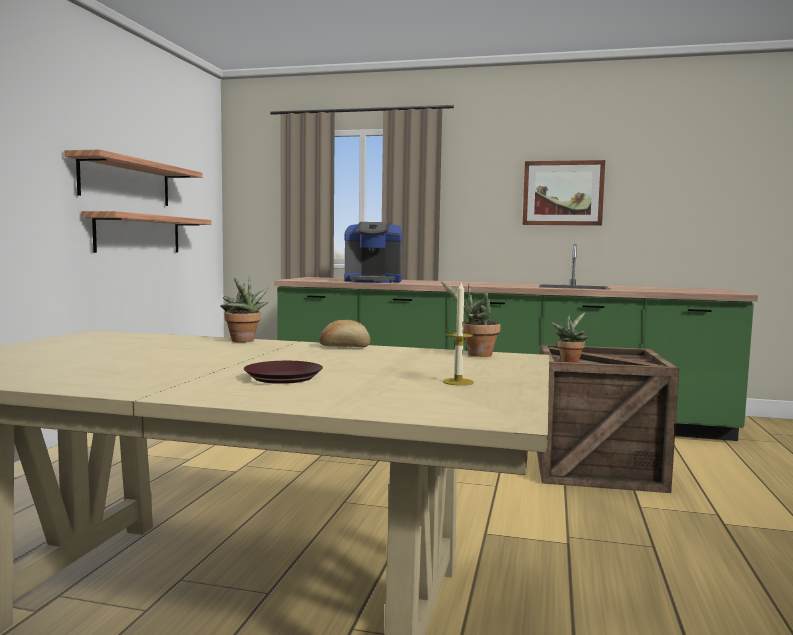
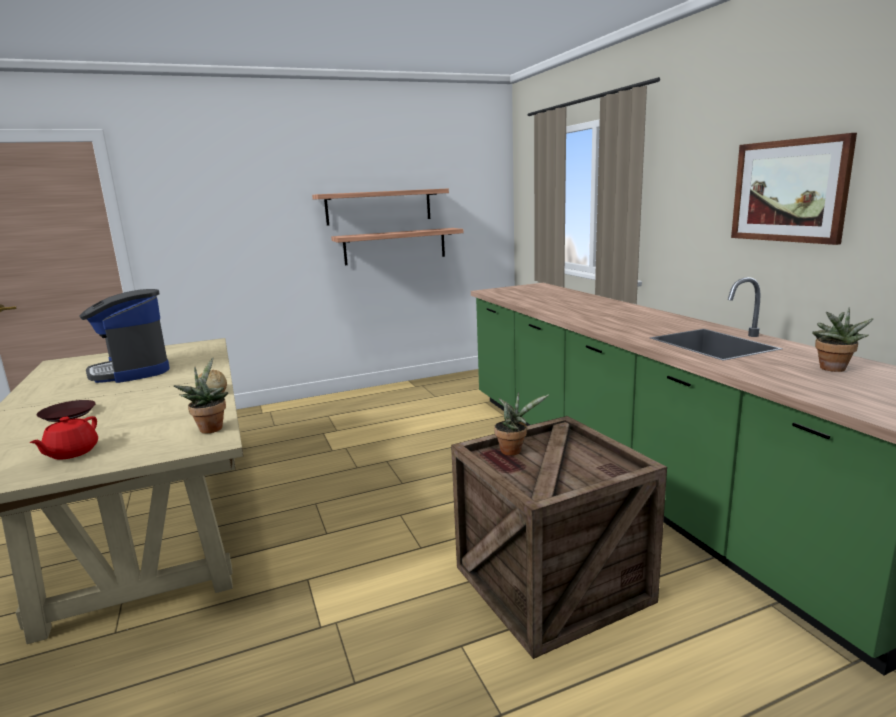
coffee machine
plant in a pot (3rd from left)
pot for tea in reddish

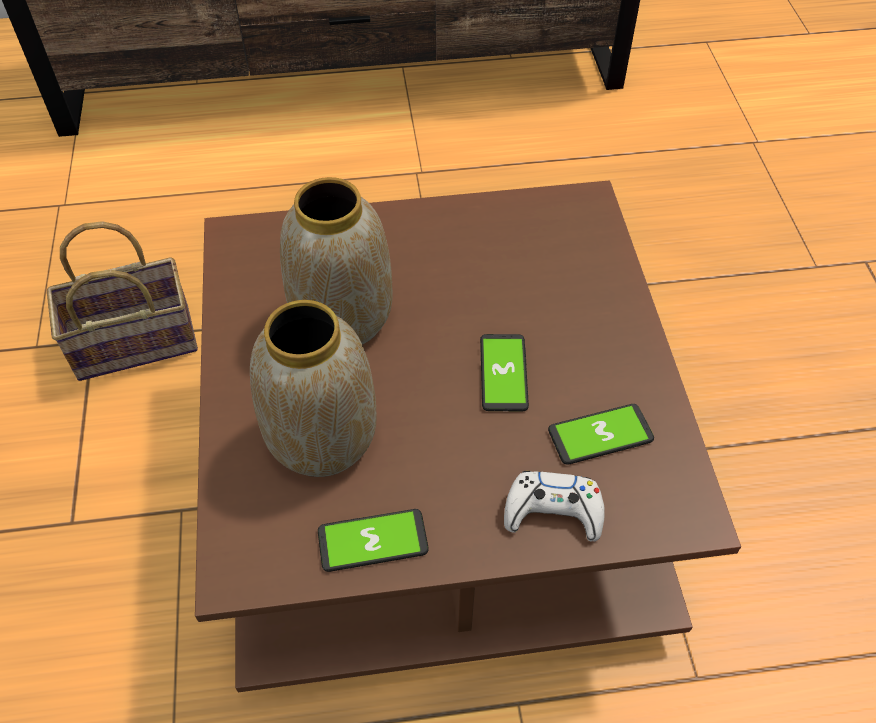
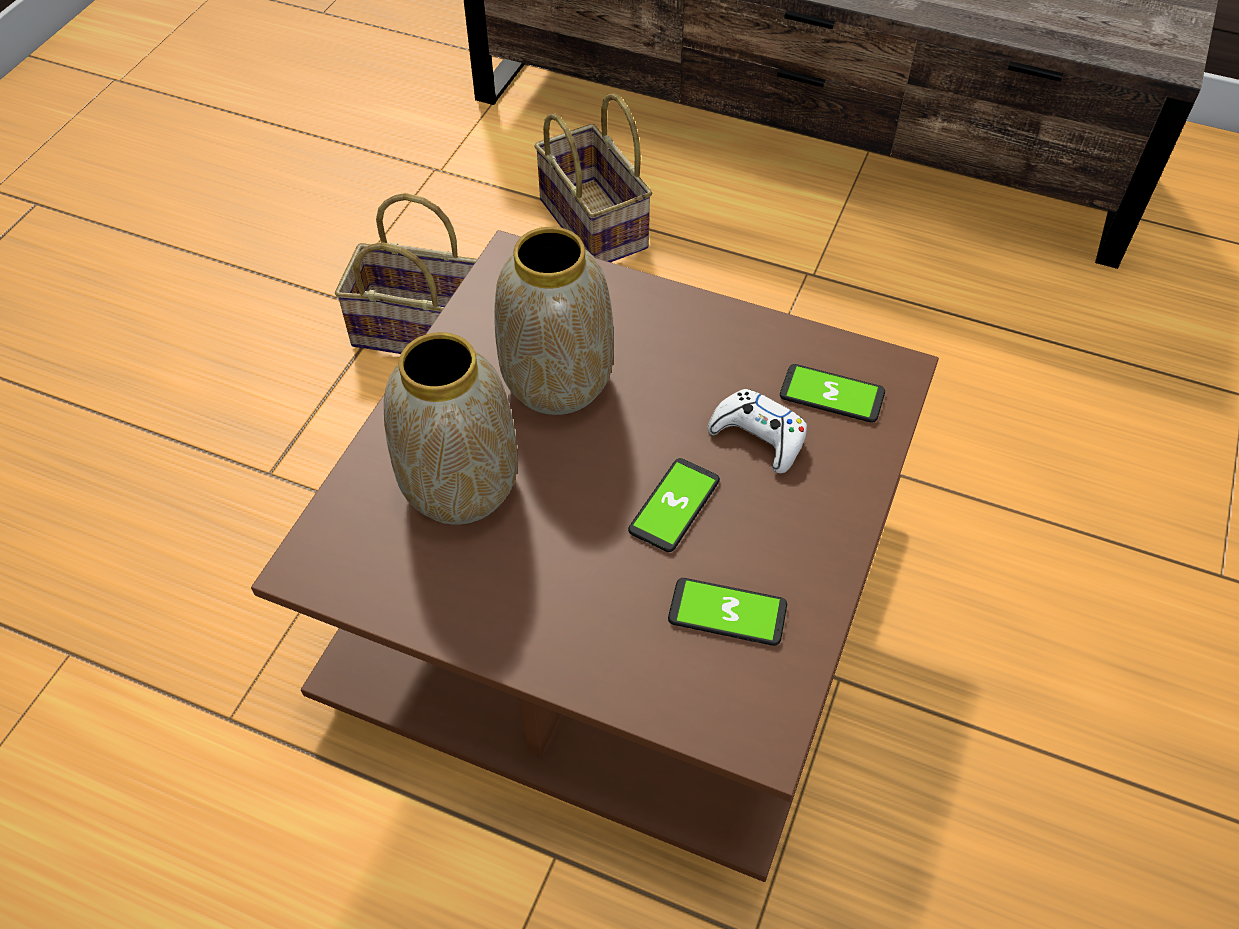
gamepad in white-coloured
telephone (3rd from left)
storage basket (2nd from left)

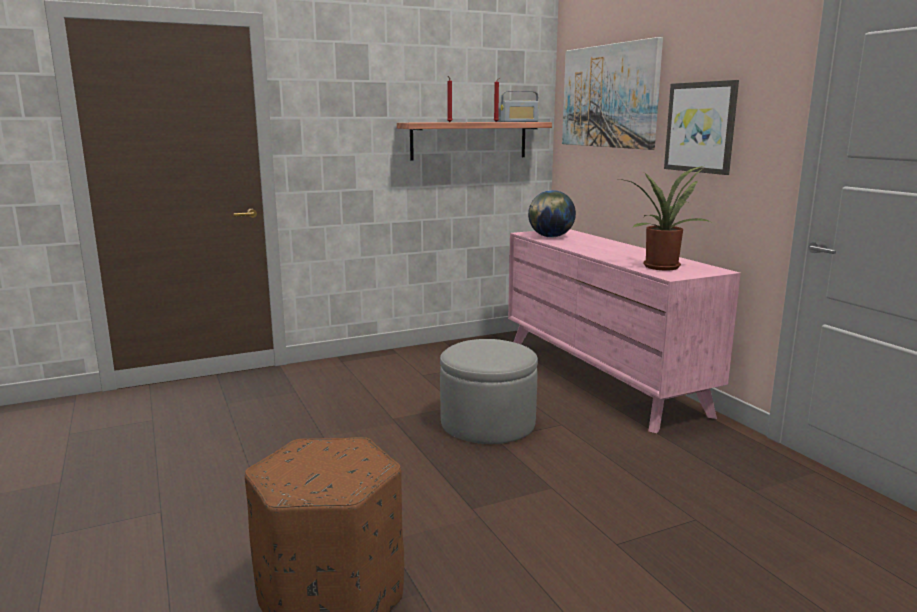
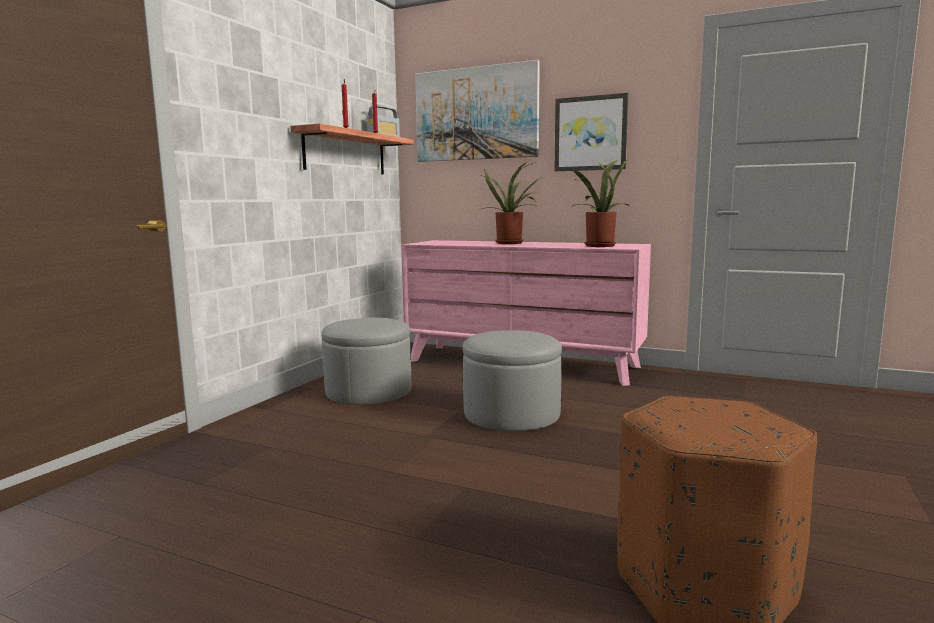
desk globe
plant in a pot (1st from left)
pouffe in greyish (1st from left)

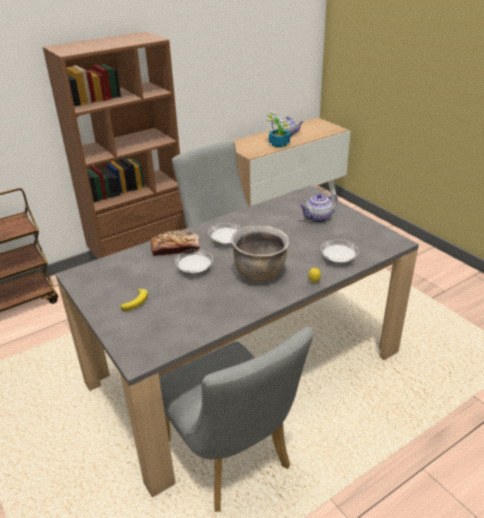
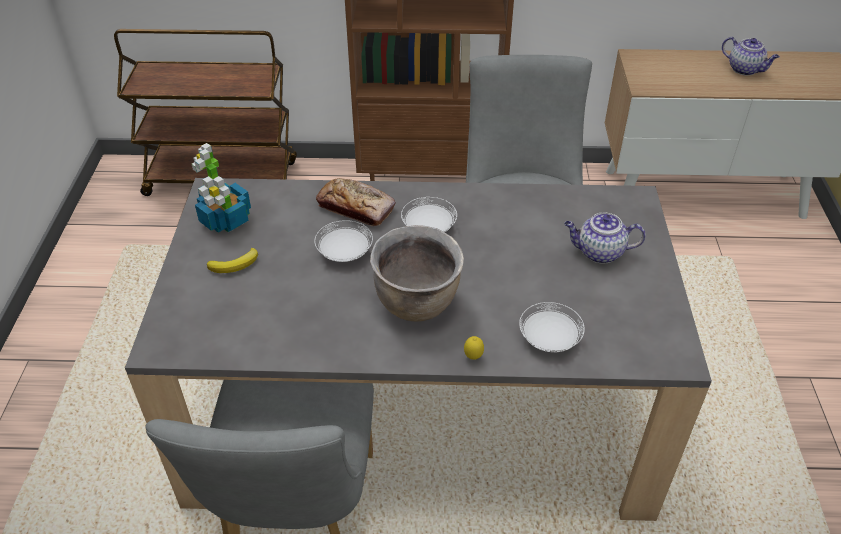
plant in a pot

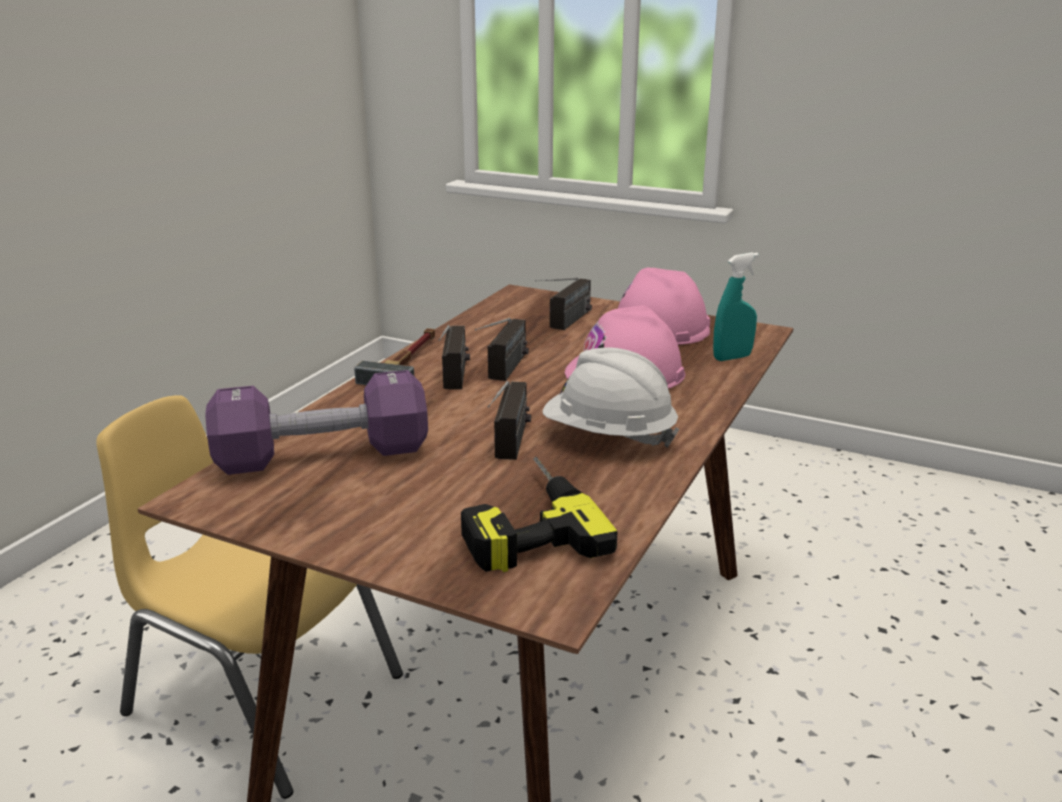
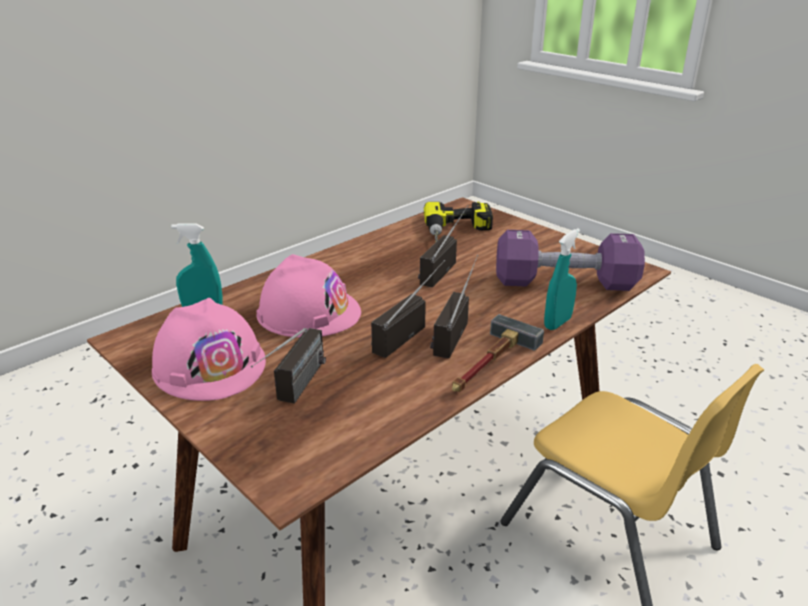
radio receiver (1st from left)
work helmet in white-coloured
sprayer in turquoise-coloured (2nd from left)

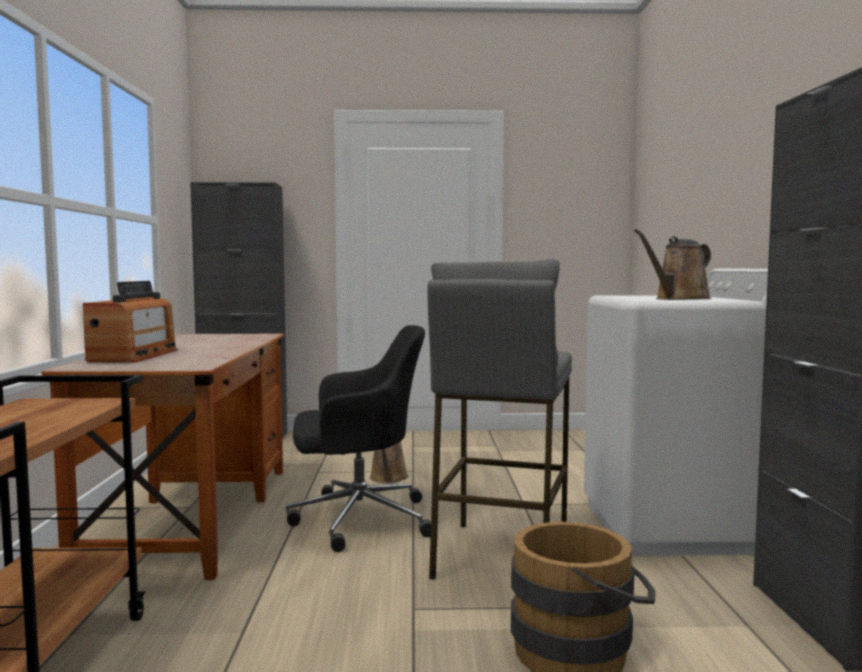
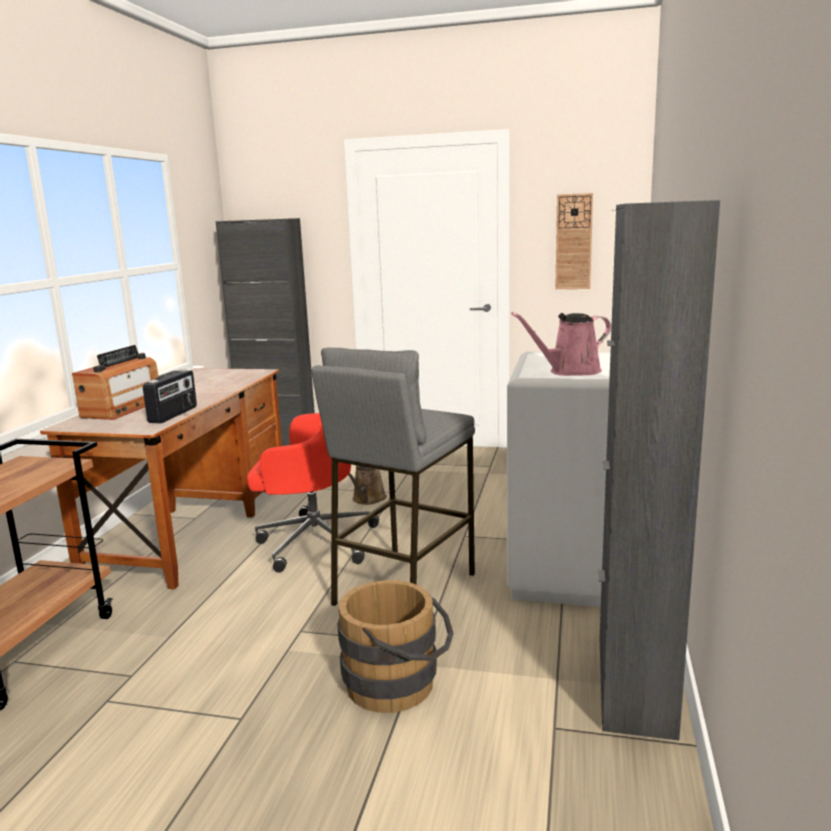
watering pot in pink
desk chair in reddish
wall clock
radio receiver (2nd from left)

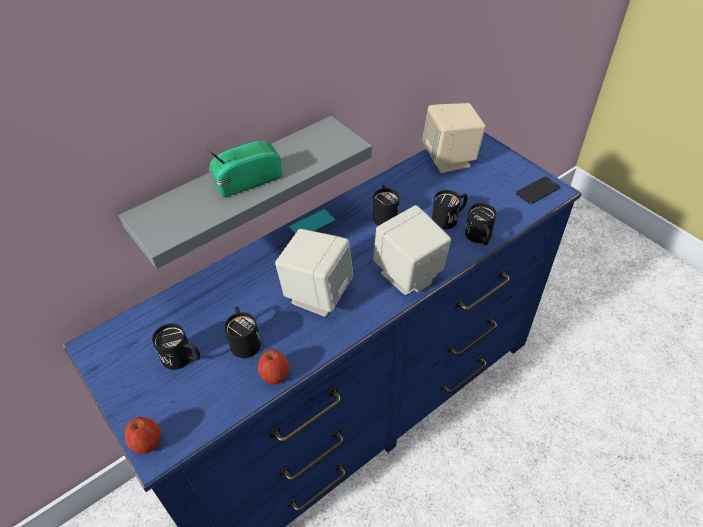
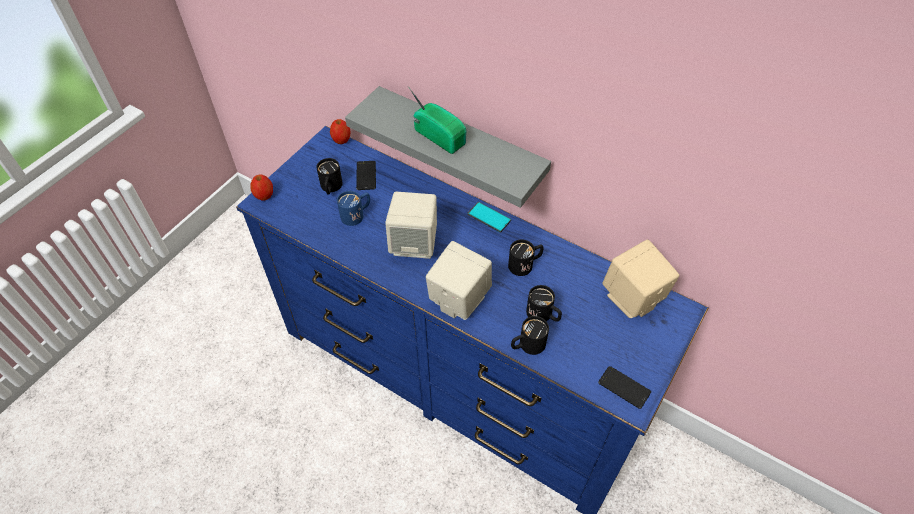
coffee mug in bluish
apple fruit (2nd from left)
telephone (1st from left)

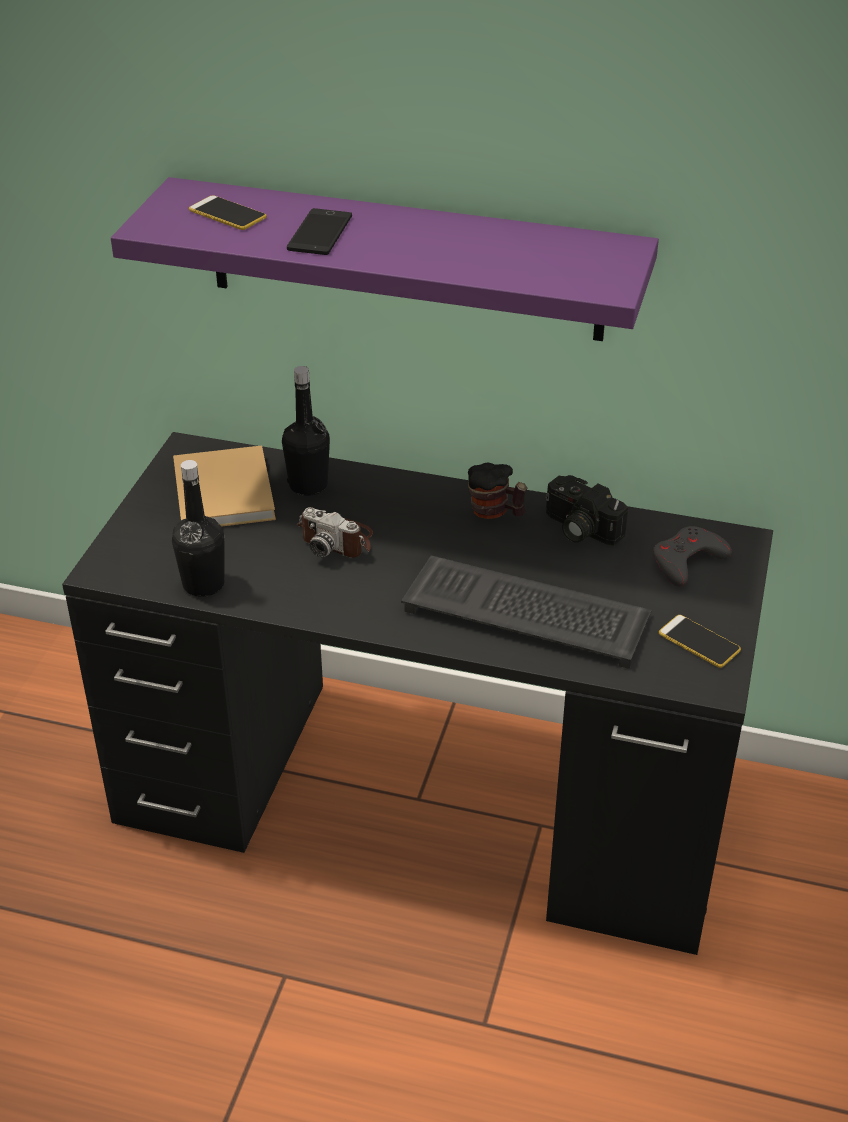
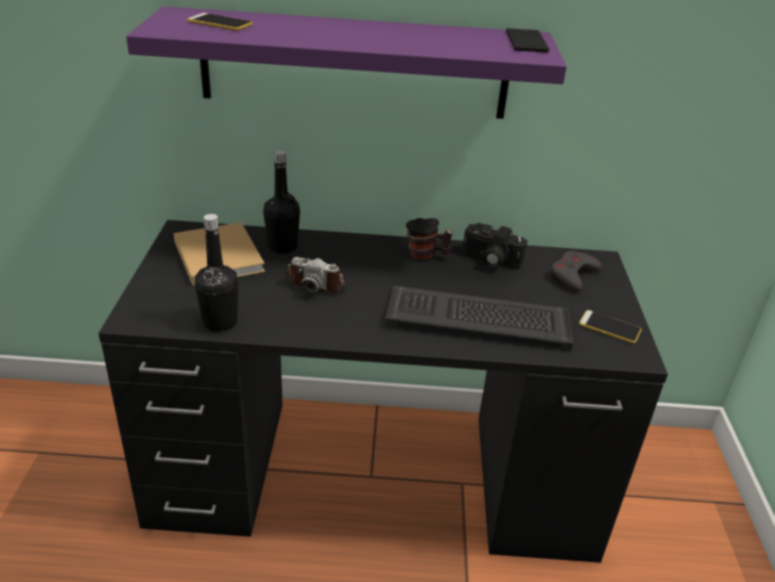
telephone (2nd from left)

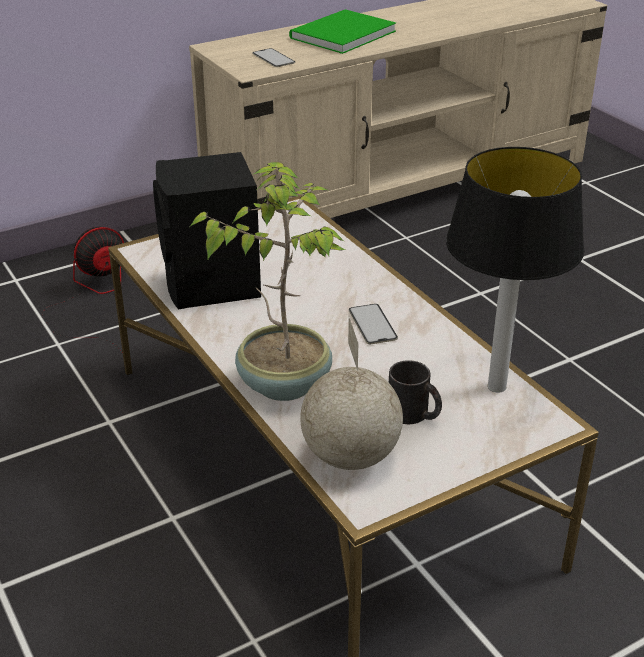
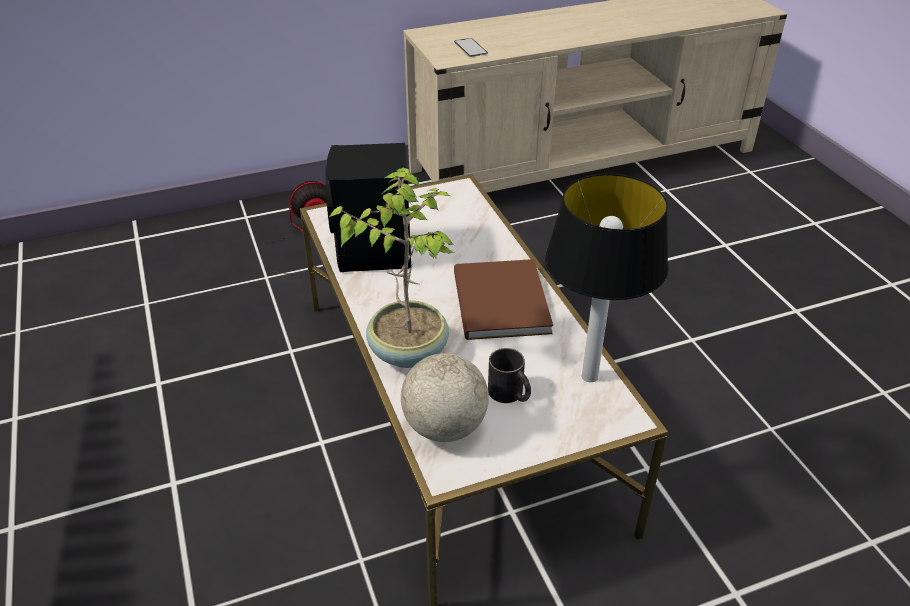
book in green-coloured
book in brown-coloured

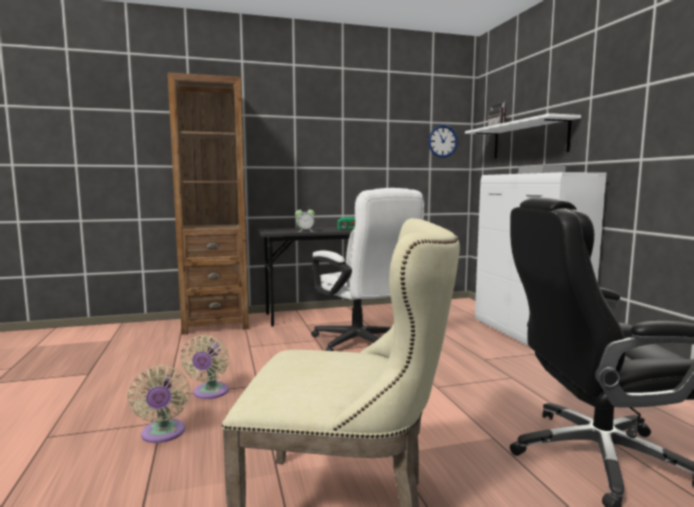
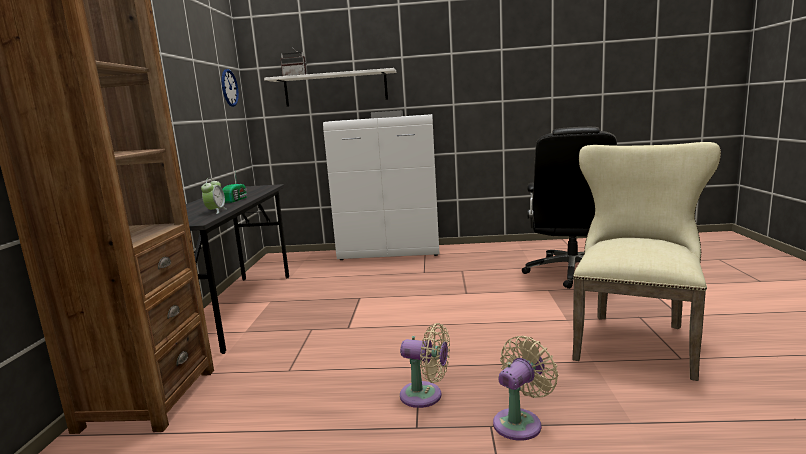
desk chair in white-coloured
fan in beige-coloured (2nd from left)

